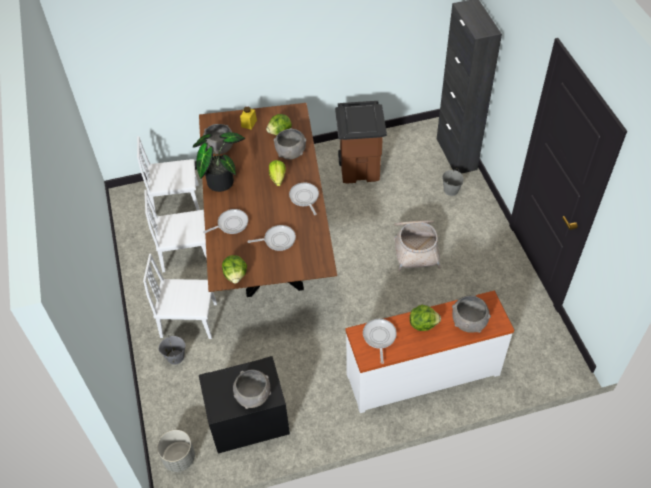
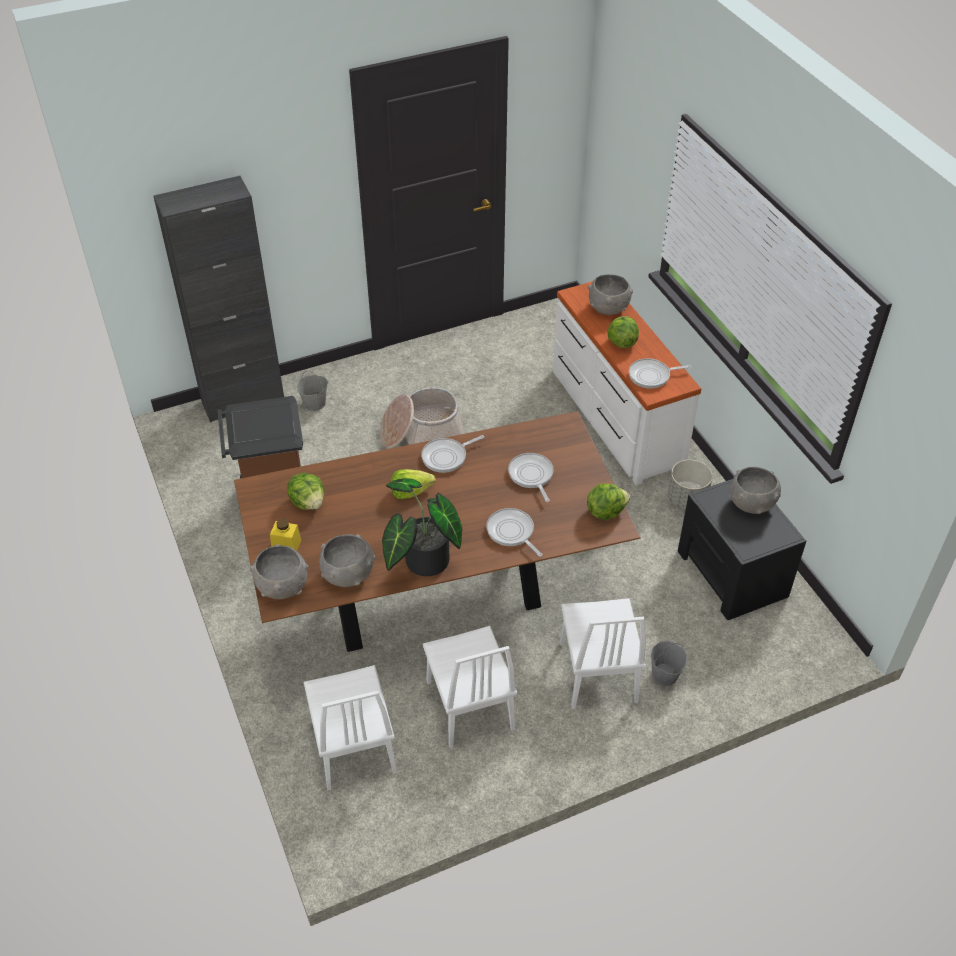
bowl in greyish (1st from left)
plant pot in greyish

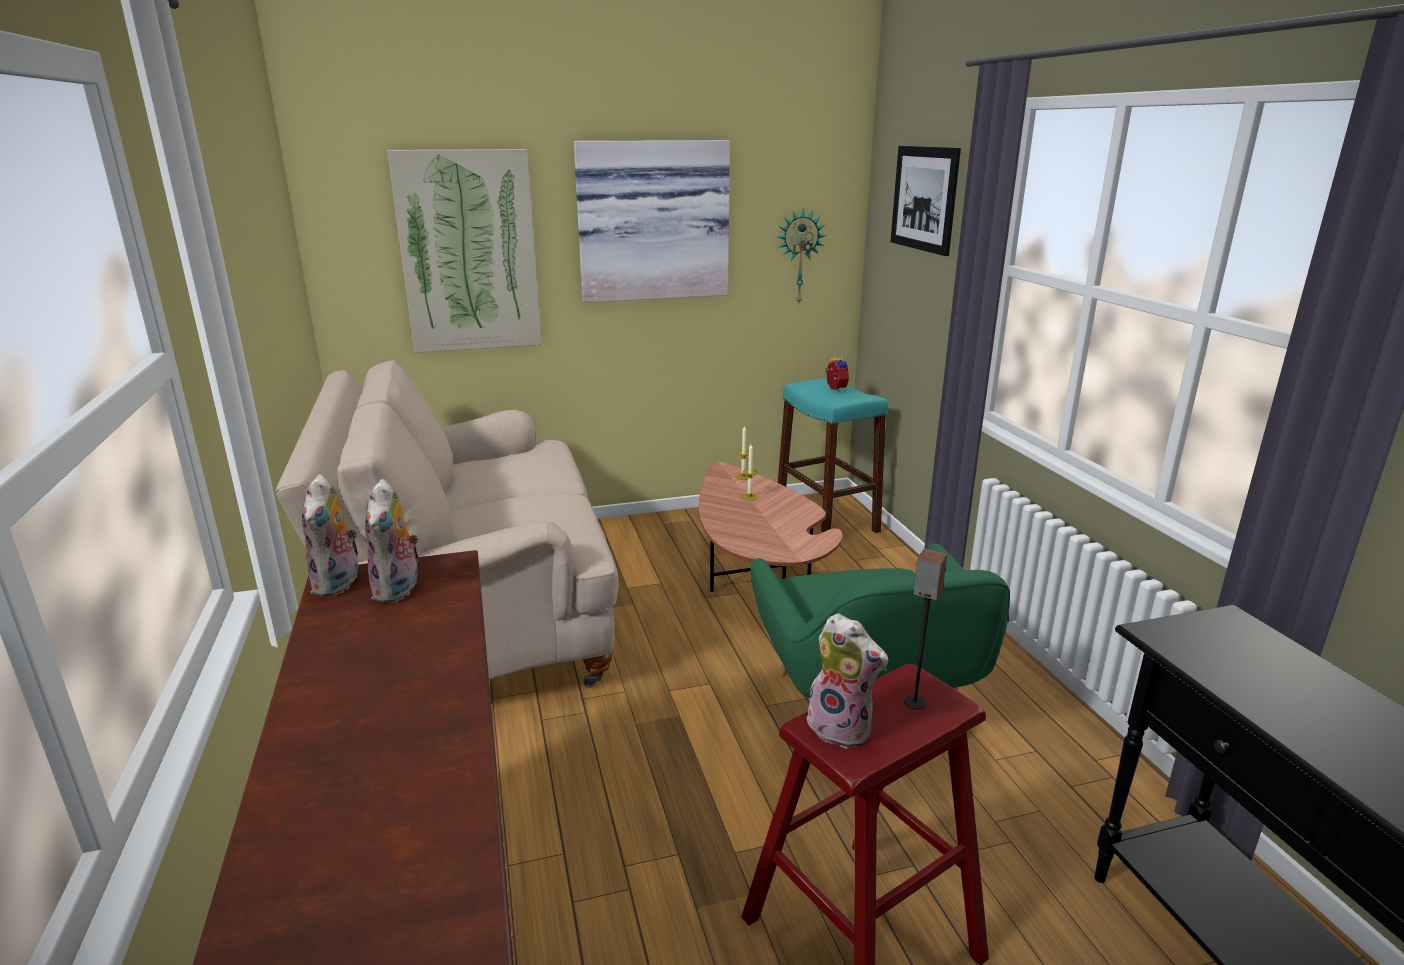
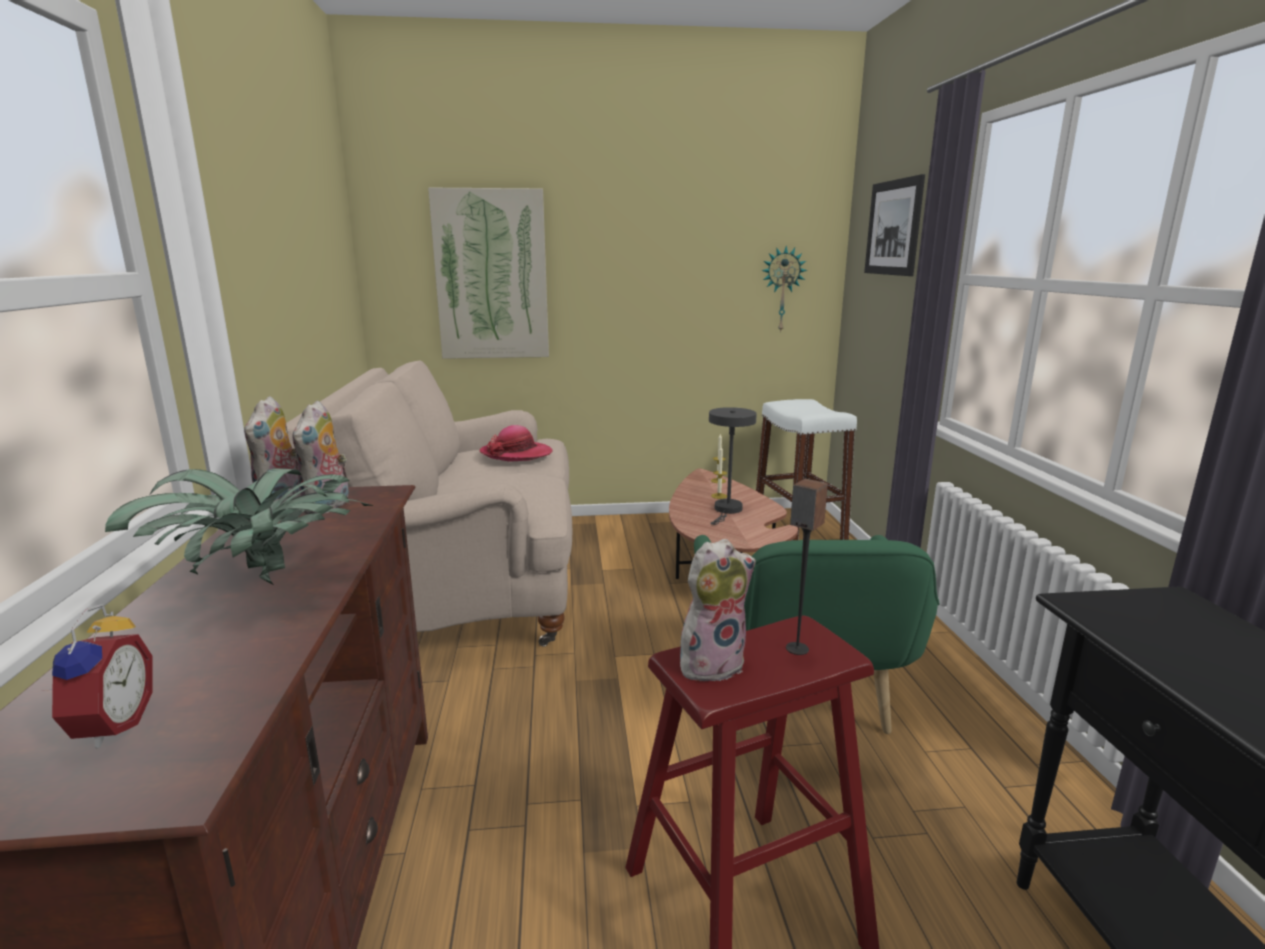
wall art (2nd from left in the first image)
alarm clock
stool seat in white-coloured
soft toy (3rd from left)
table lamp in greyish
hat
plant in a pot

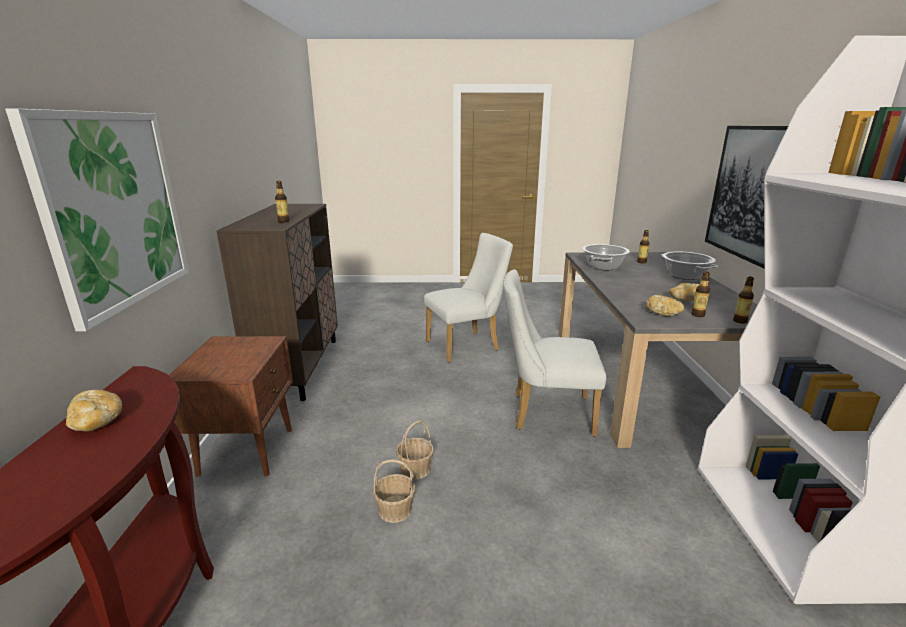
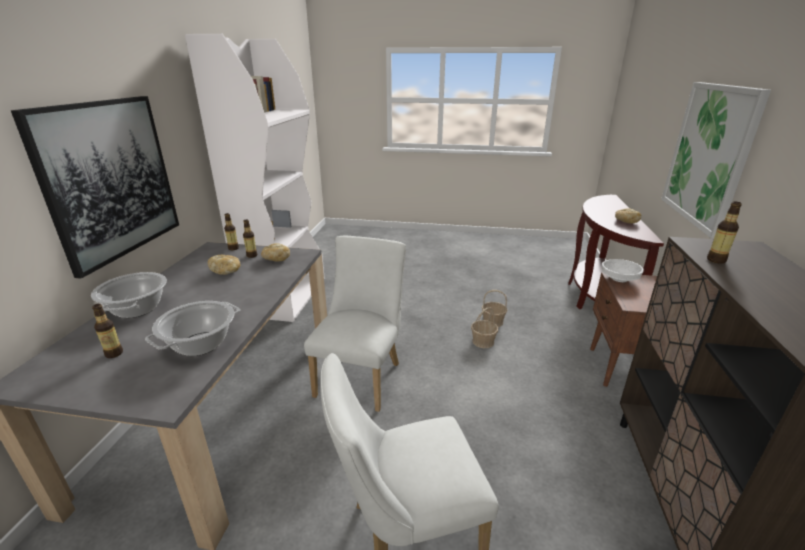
chair in white-coloured (1st from left)
bowl in white-coloured

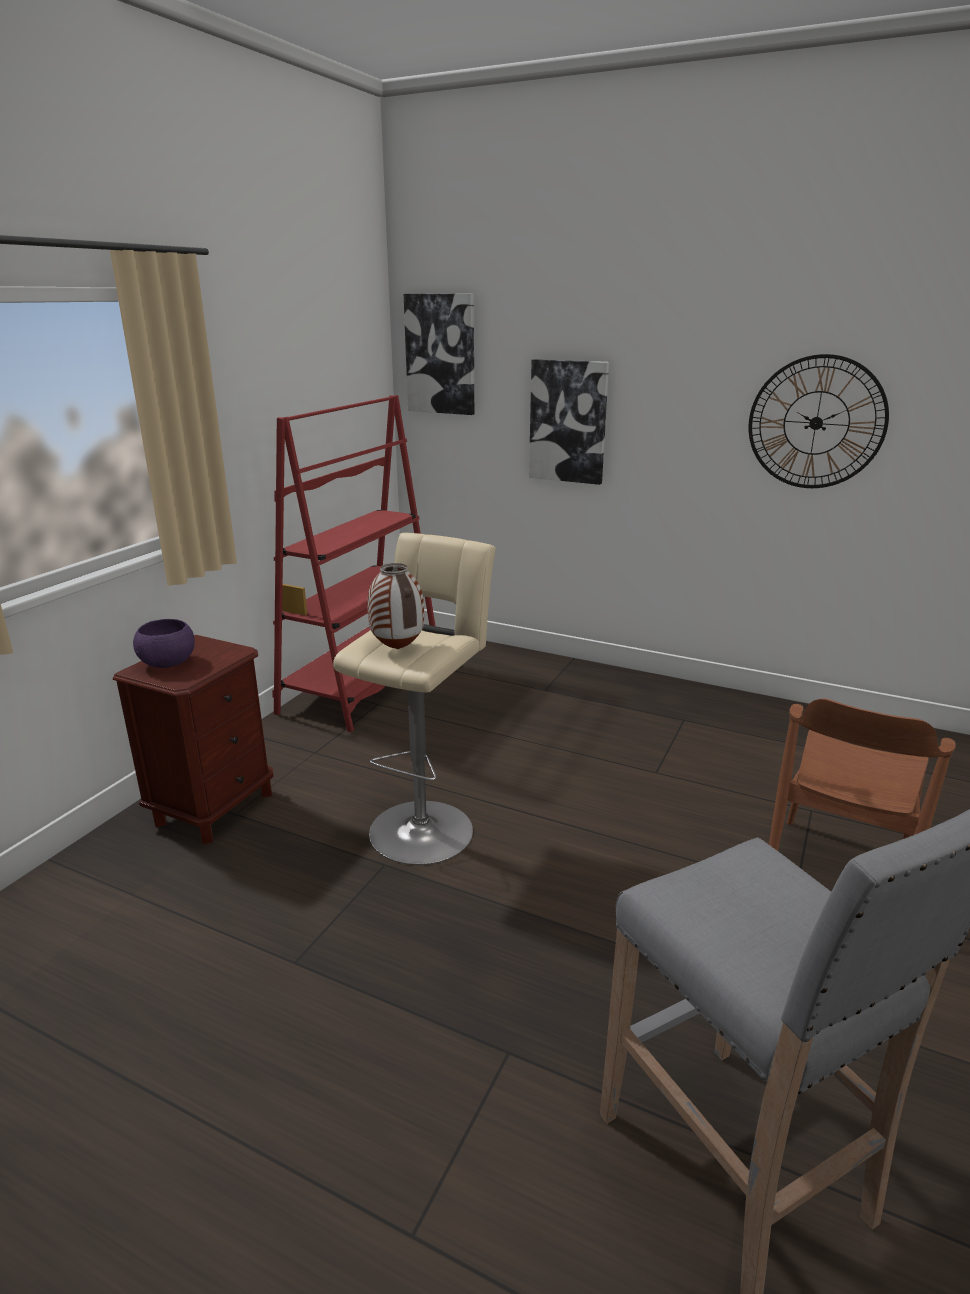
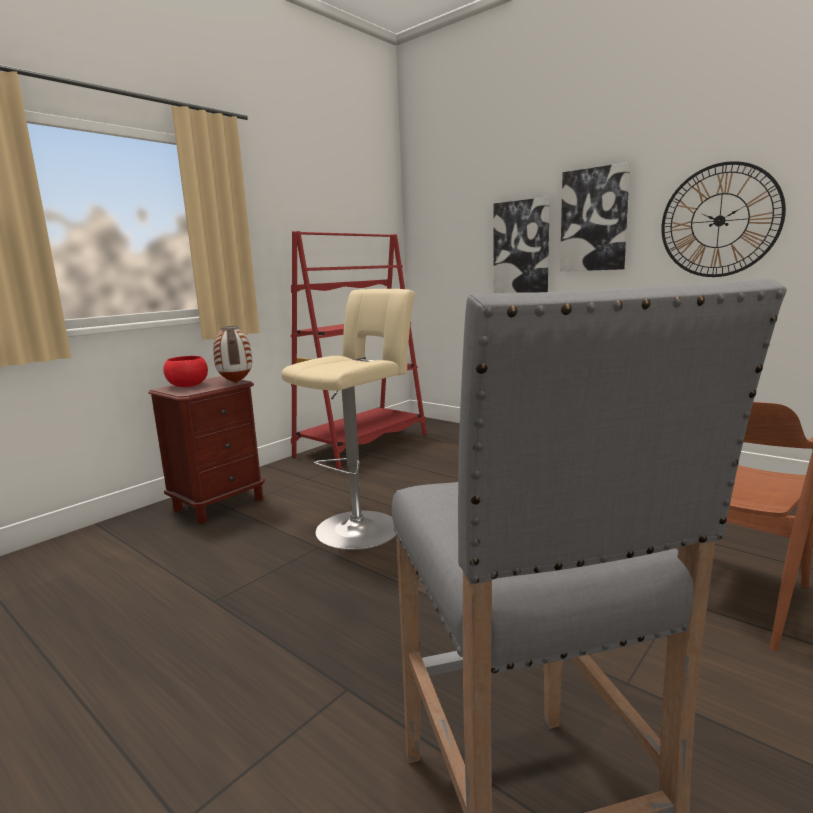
wall art (2nd from left)
flower vase
bowl in reddish

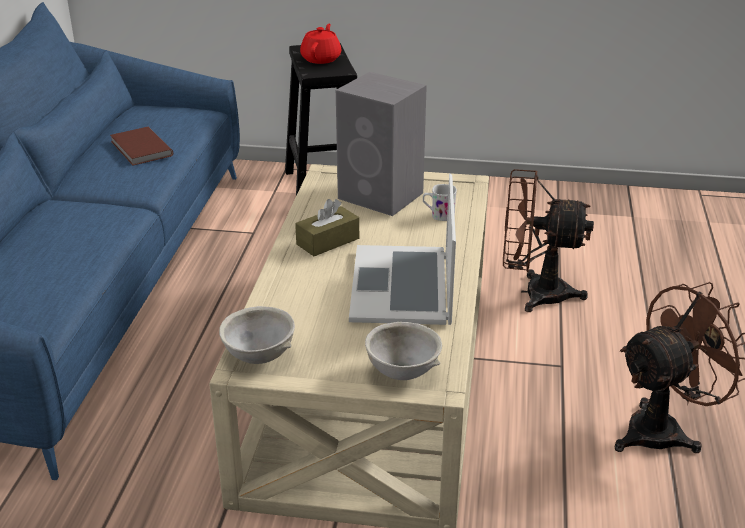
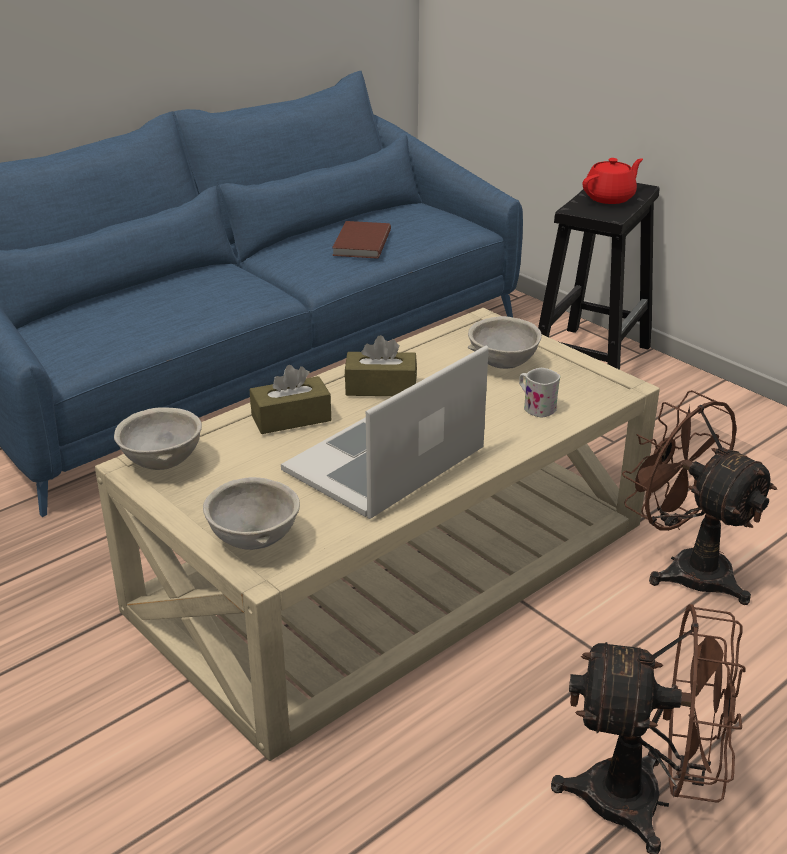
bowl in greyish (3rd from left)
tissue box in brown-coloured (1st from left)

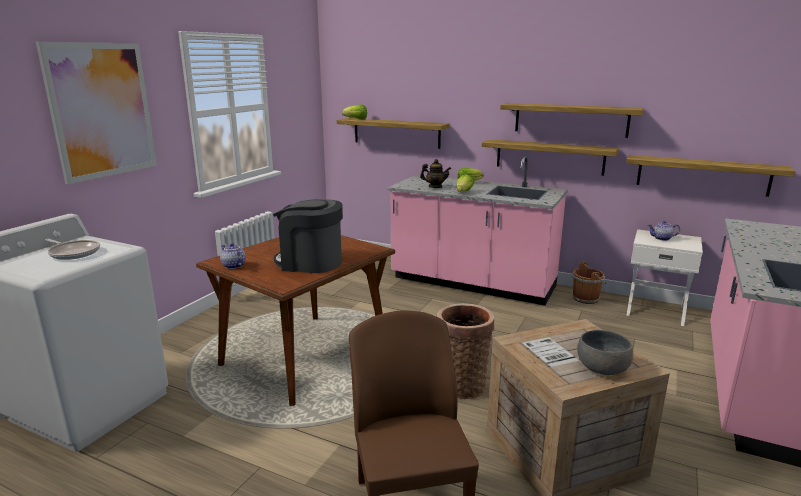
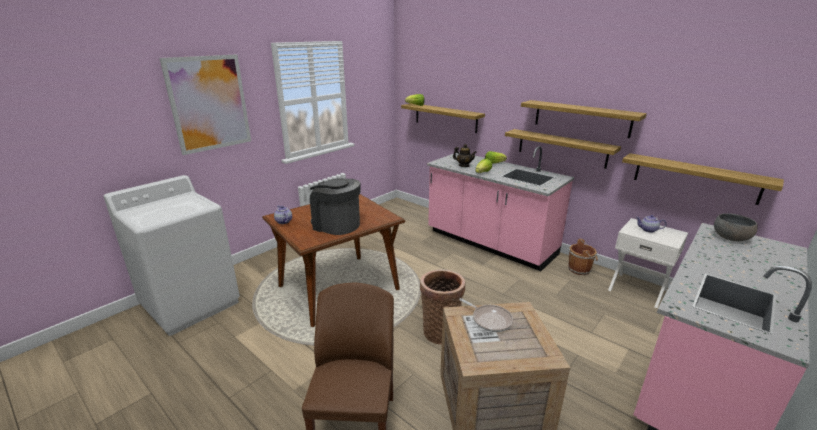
pan
bowl in greyish

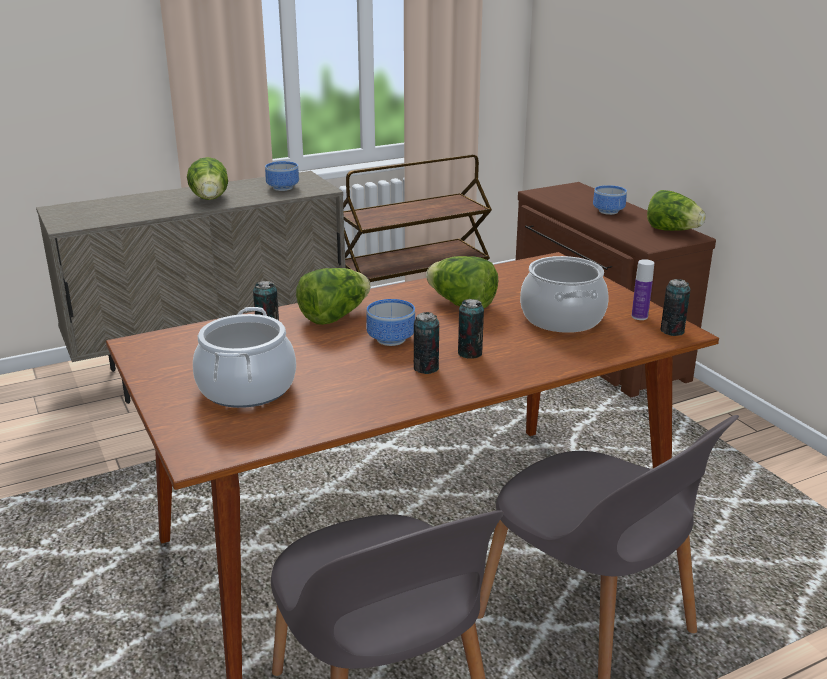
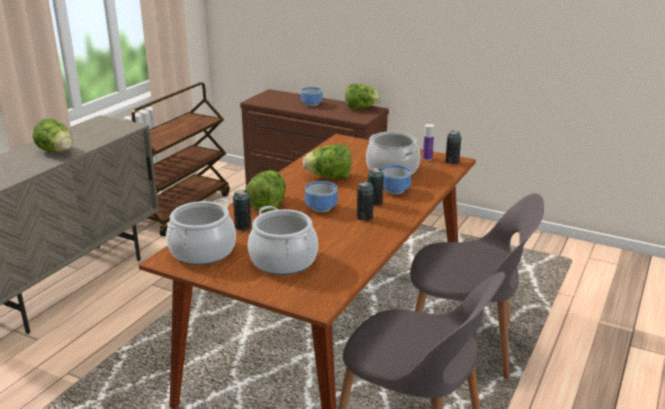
bowl (3rd from left)
stockpot (1st from left)

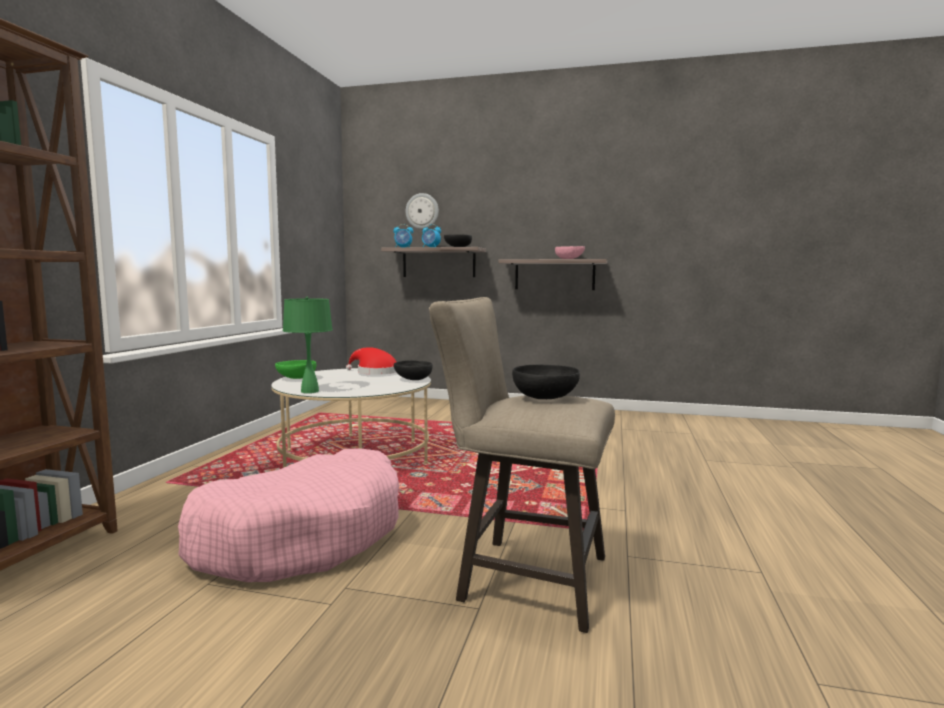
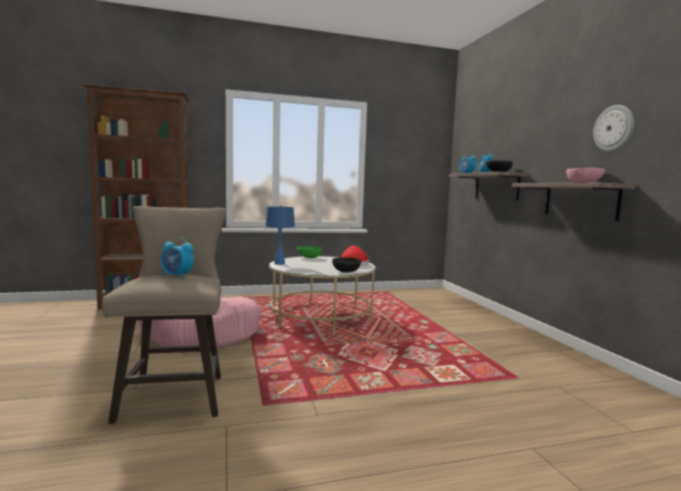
wall clock
table lamp in bluish
alarm clock (1st from left)

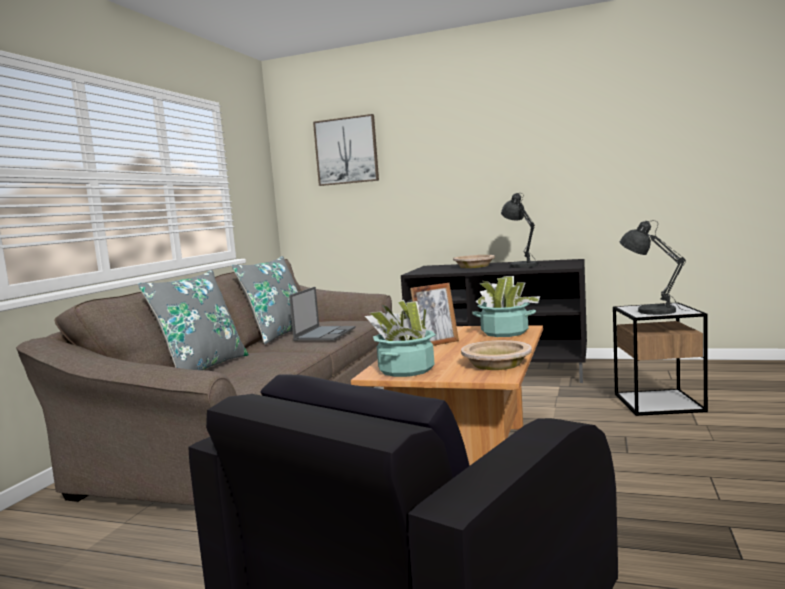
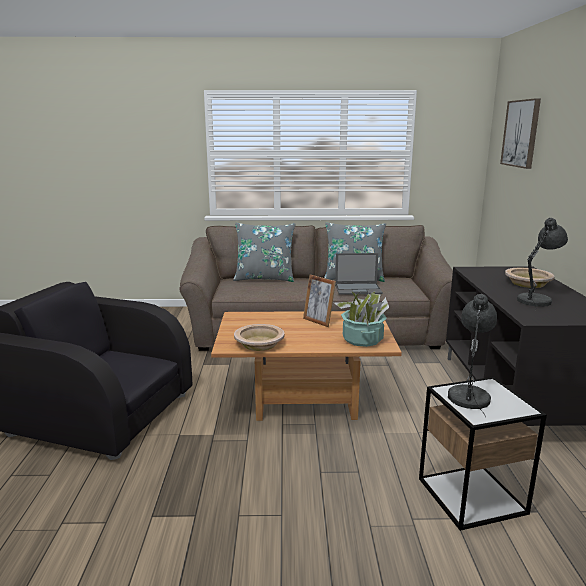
plant in a pot (1st from left in the first image)

